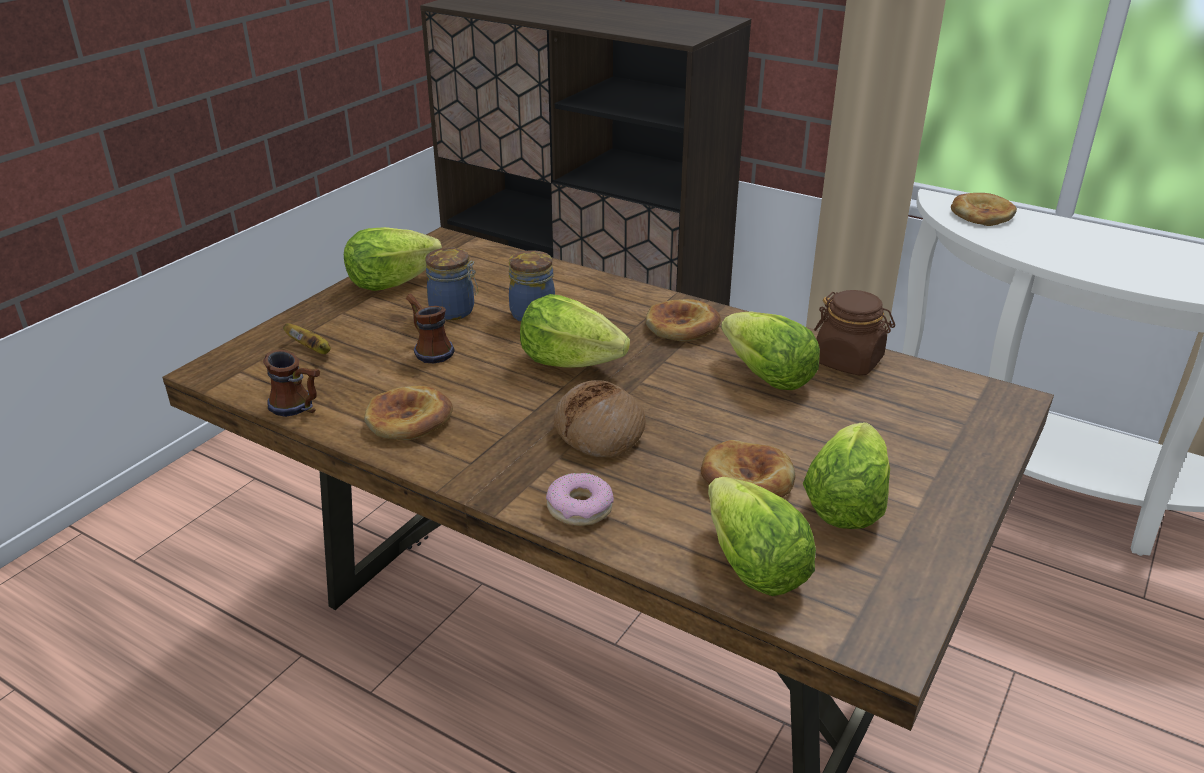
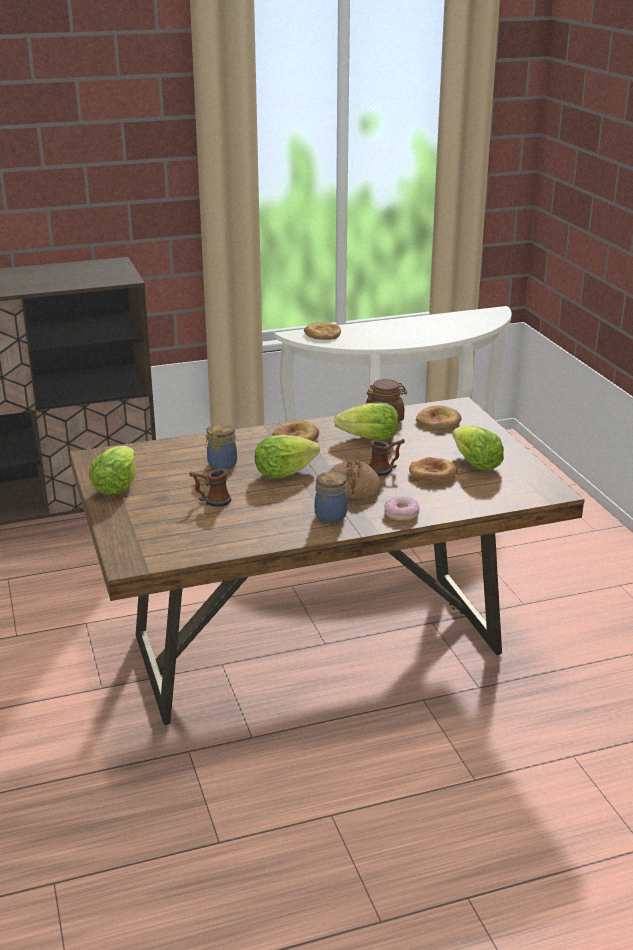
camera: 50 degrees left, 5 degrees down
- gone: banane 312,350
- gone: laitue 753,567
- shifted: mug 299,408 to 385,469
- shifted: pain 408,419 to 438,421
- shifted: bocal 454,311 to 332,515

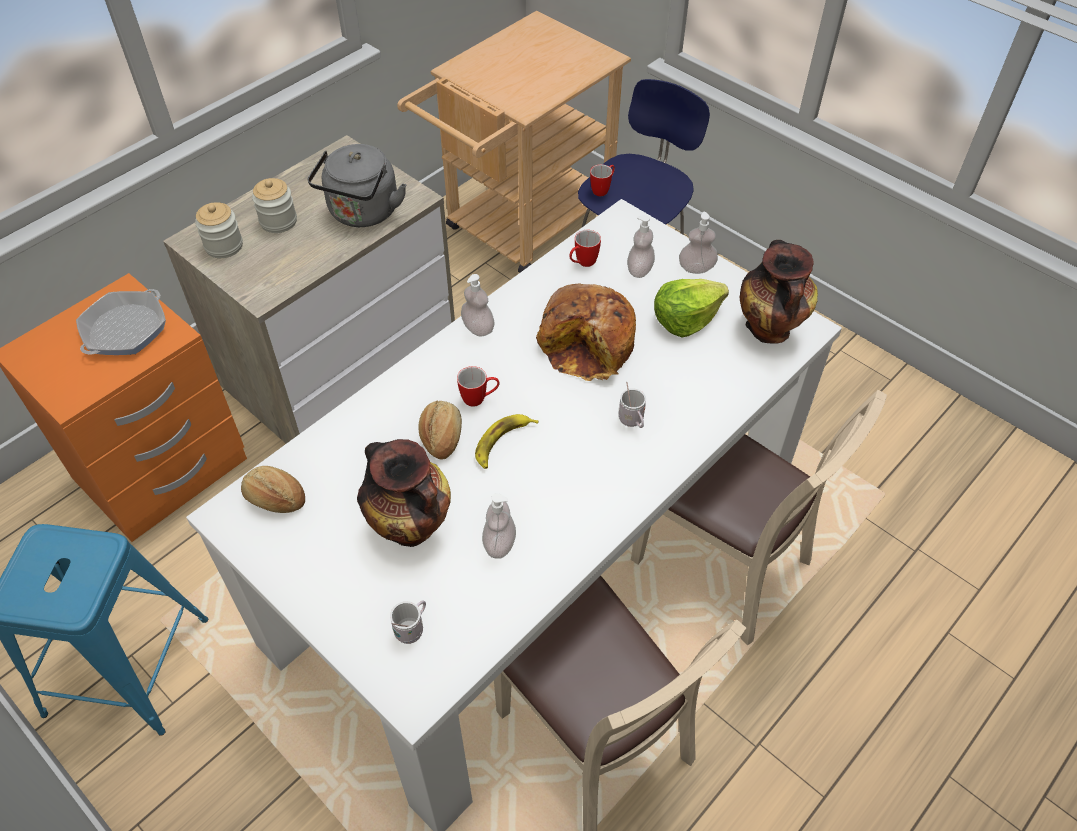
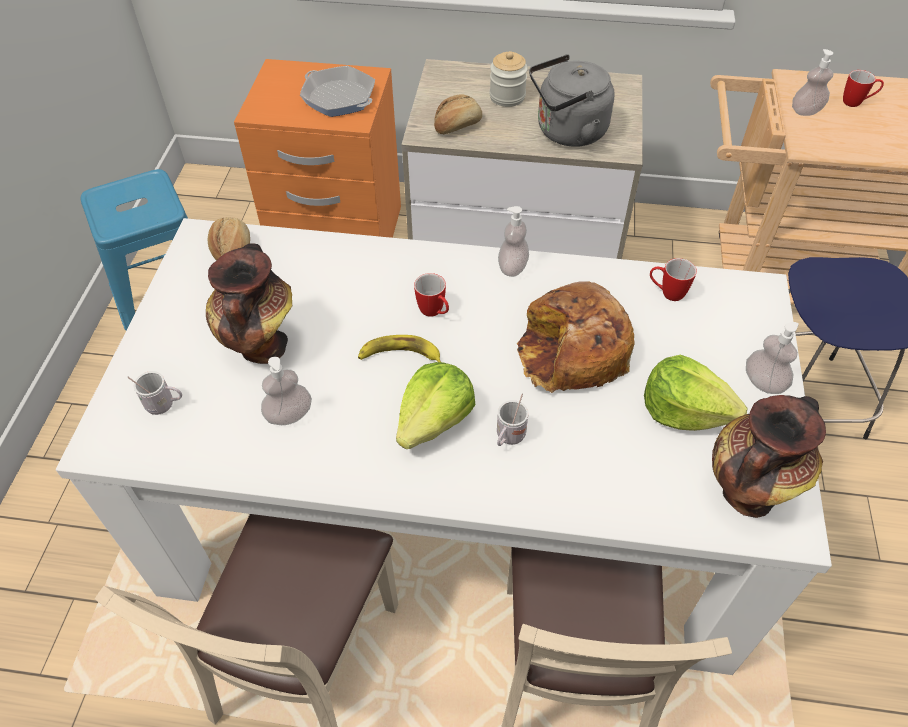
camera: 55 degrees right, 0 degrees up
- gone: bocal 224,246
- new: laitue 435,421
- shifted: pain 441,436 to 457,125
- shifted: mug 603,189 to 856,103
- shifted: distributeur de savon 639,270 to 806,111
- rotated: poêle 125,329 = 339,97 135 degrees counterclockwise

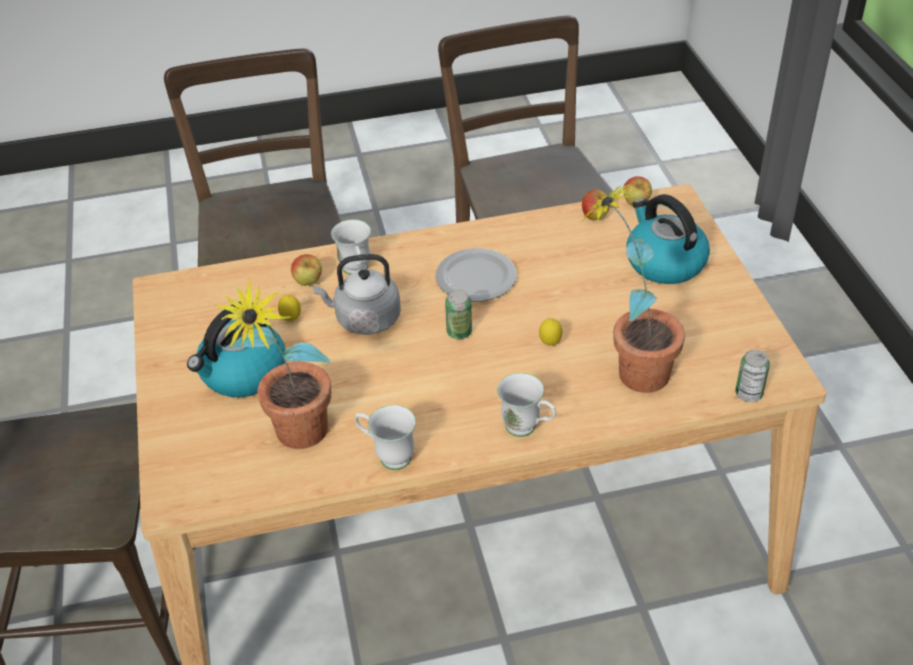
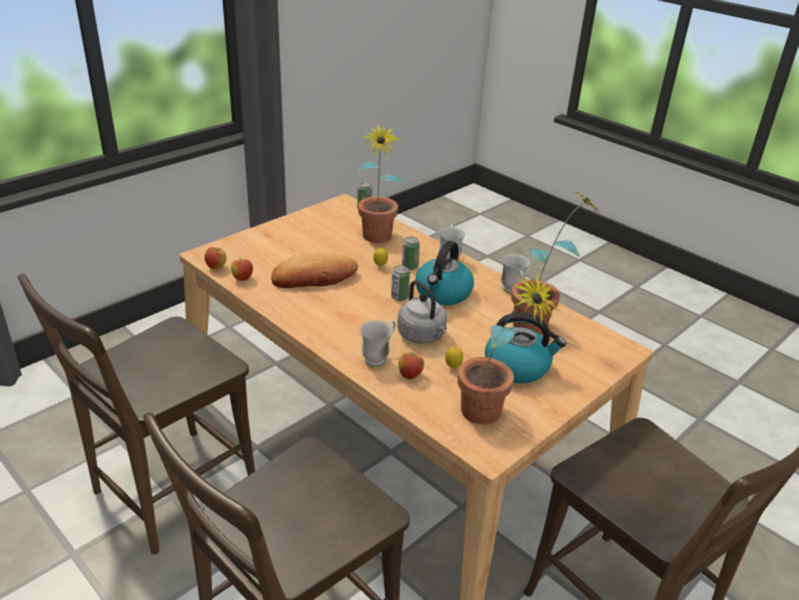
camera: 125 degrees left, 10 degrees down
- gone: assiette 477,277
- new: pain 314,277
- new: boîte métallique 409,267
- new: plante en pot 490,418
- shifted: bouilloire 664,262 to 443,293

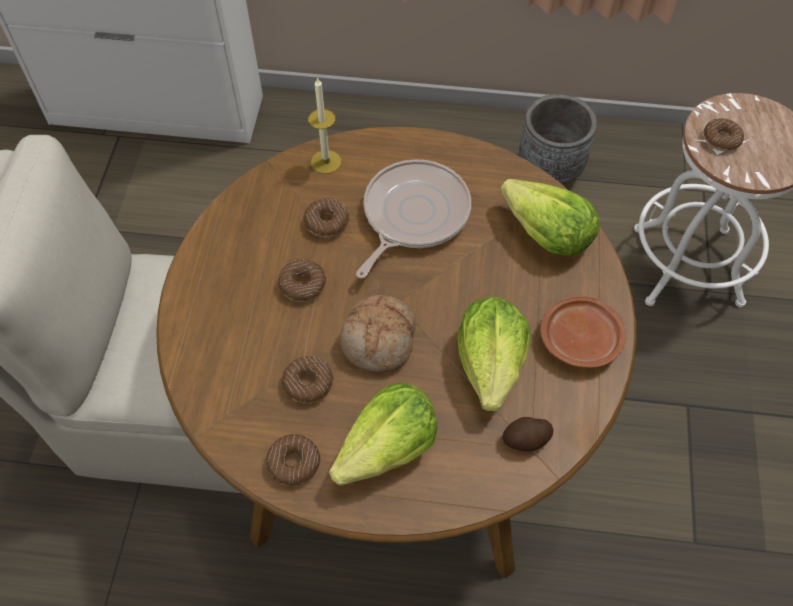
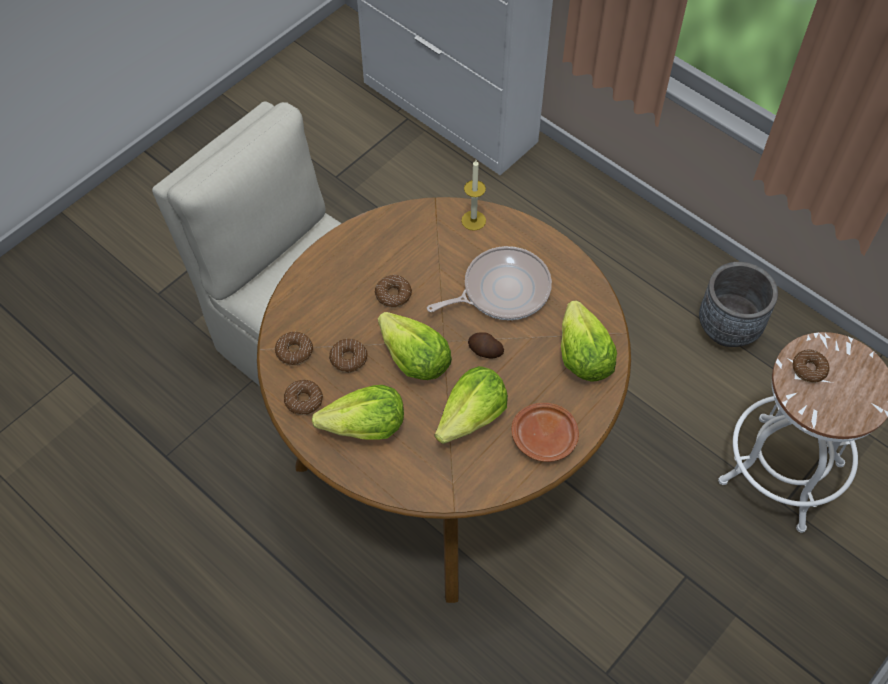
camera: 35 degrees right, 0 degrees up
- shifted: beignet 326,222 to 294,352
- shifted: pomme de terre 527,440 to 485,351
- swapped: pain 380,340 to laitue 413,359

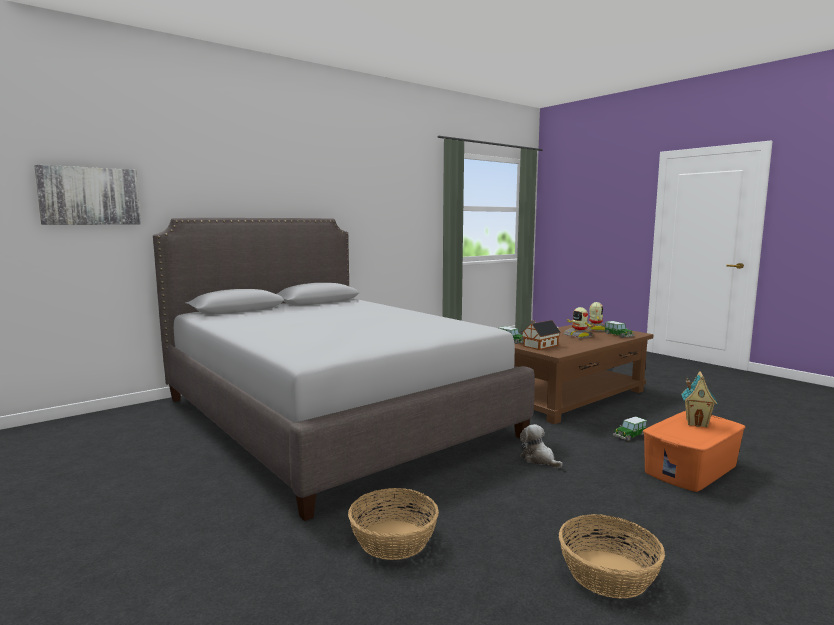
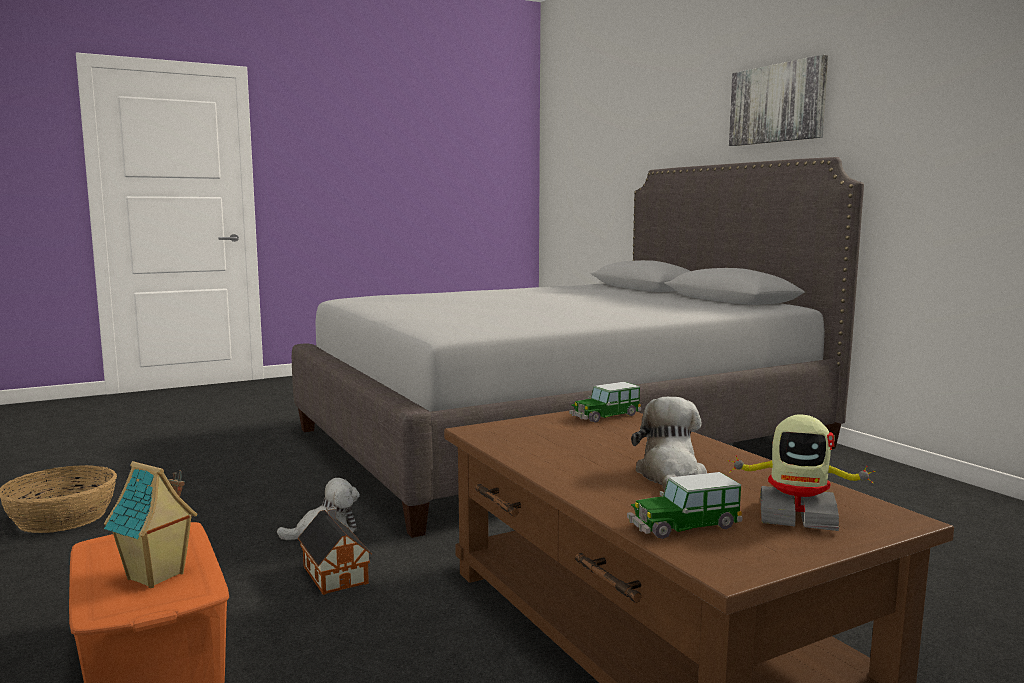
camera: 100 degrees right, 0 degrees up
- gone: panier 393,540
- gone: petite voiture 629,435
- shifted: tableau 90,196 to 777,103
- shifted: maison miniature 539,346 to 335,573
- swapped: robot jouet 578,336 to peluche 669,475

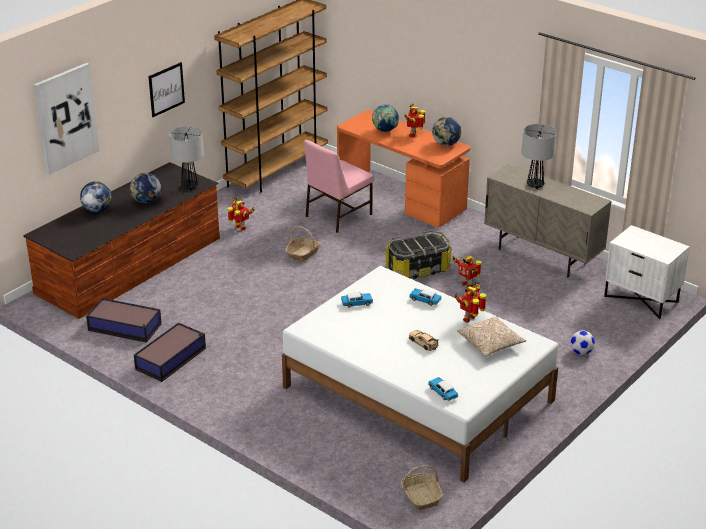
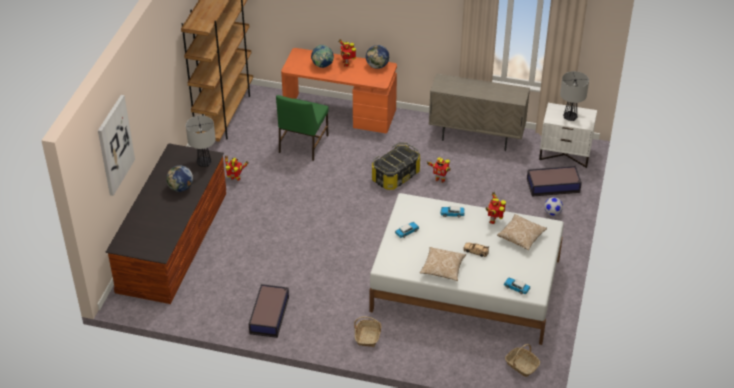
camera: 25 degrees left, 10 degrees up
- gone: globe 97,210
- gone: tableau 166,89
- new: coussin 442,269
- shifted: boîte de rangement 125,327 to 553,186
- shifted: panier 303,253 to 368,336
- shifted: lampe de table 535,185 to 570,117
- repainted: chaise [rose] 337,215 to chaise [vert] 302,144

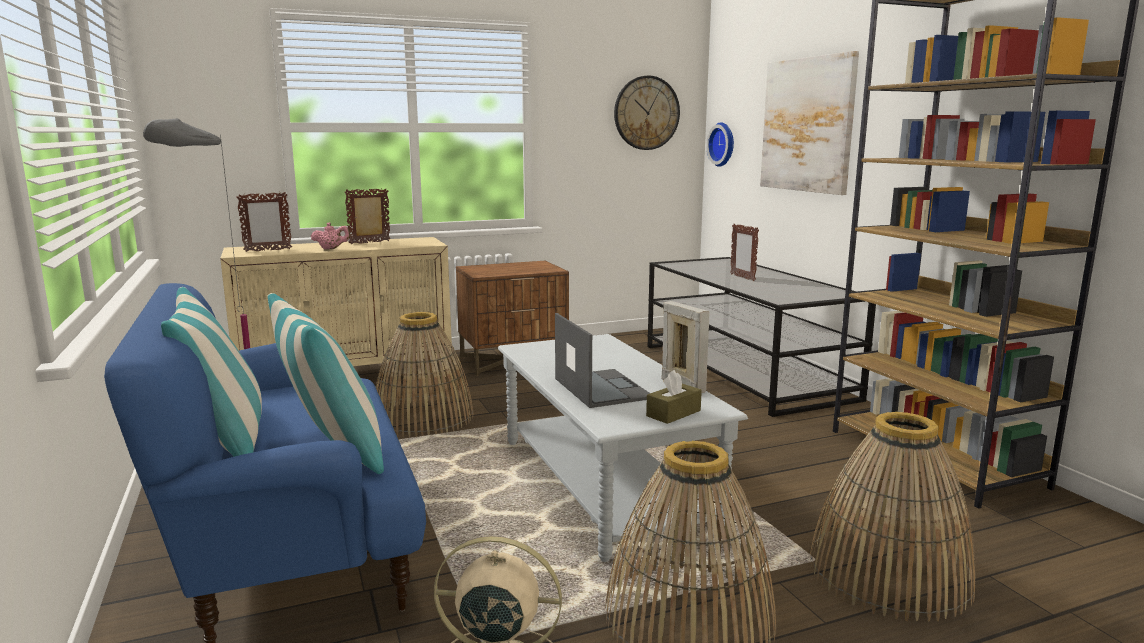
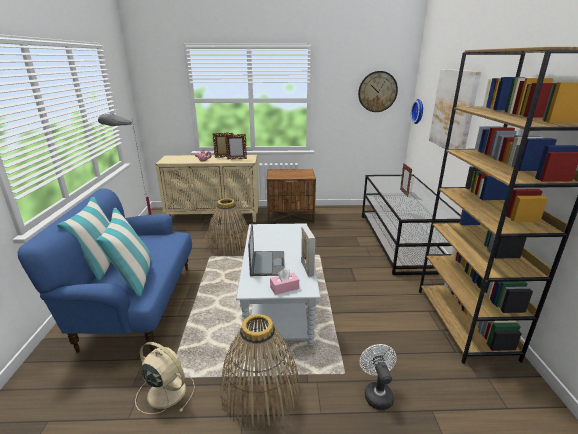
camera: 20 degrees right, 10 degrees up
- shifted: cadre photo 267,250 to 236,159
- swapped: panier 889,573 to ventilateur [blanc] 376,393
- repainted: boîte à mouchoirs [marron] 673,413 to boîte à mouchoirs [rose] 284,288

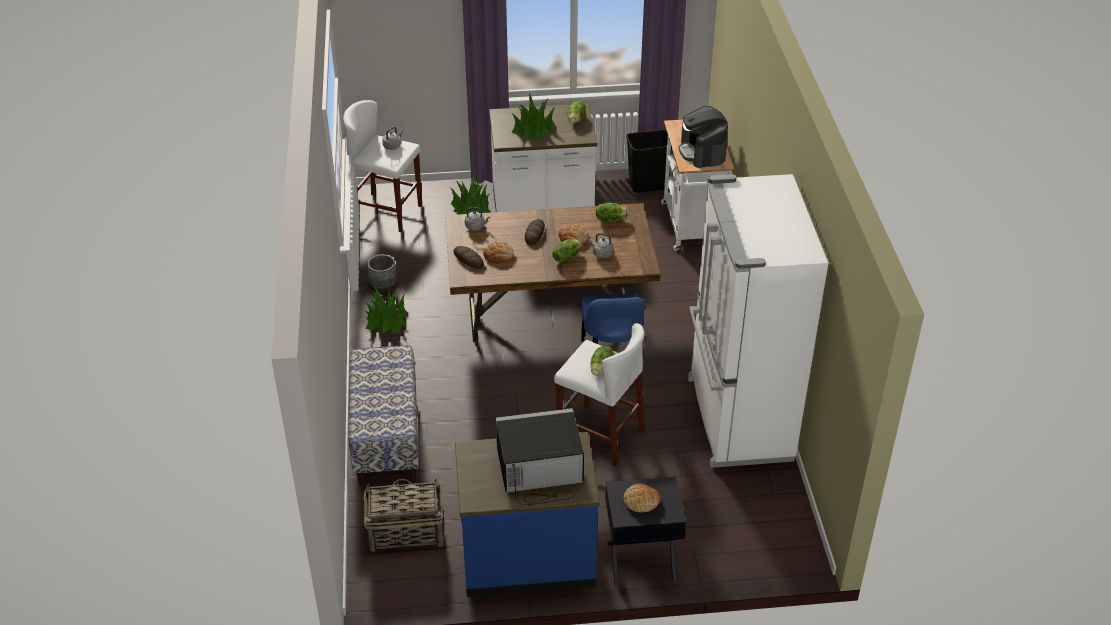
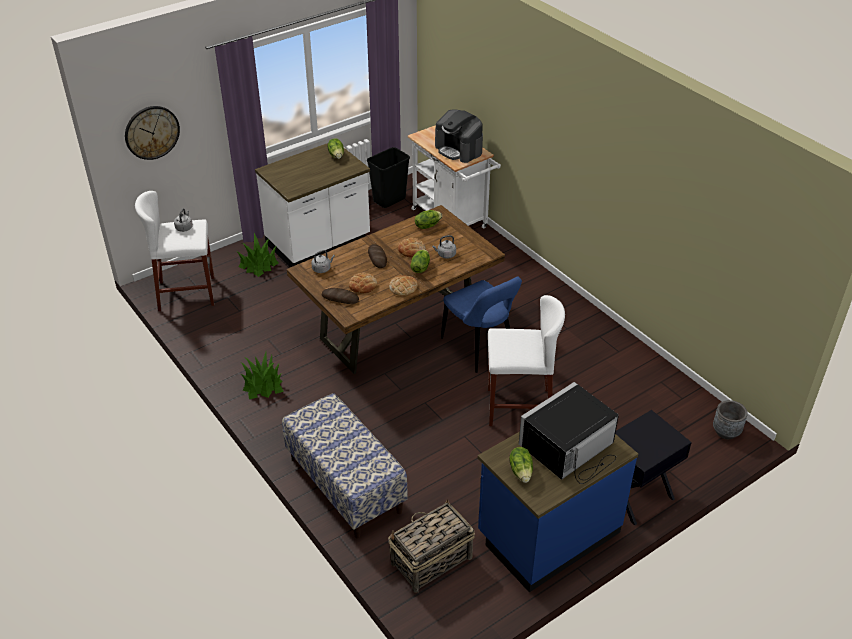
camera: 30 degrees left, 0 degrees up
- gone: plante en pot 533,129
- gone: réfrigérateur [blanc] 737,419
- new: horloge murale 152,132
- shifted: cache-pot [gris] 383,285 to 726,432
- shifted: laitue 601,368 to 521,471
- shifted: pain 641,500 to 403,288

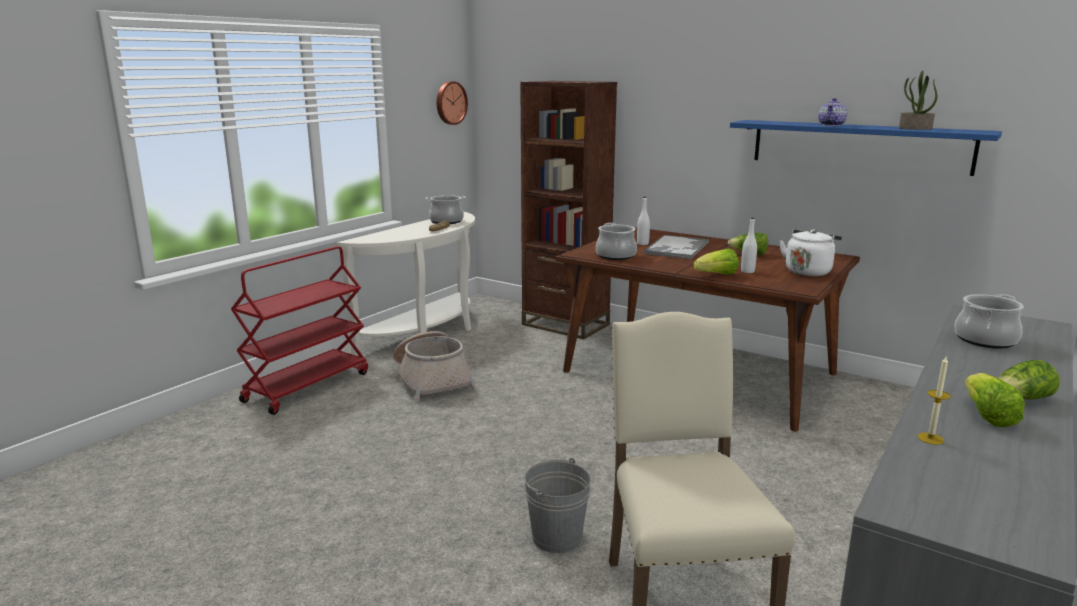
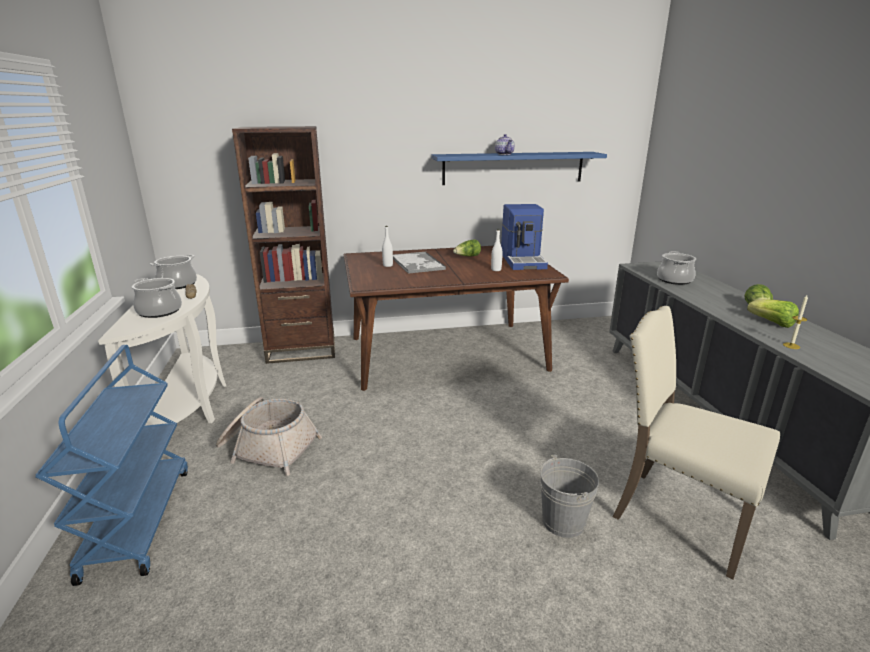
camera: 45 degrees left, 5 degrees up
- gone: horloge murale 450,103
- gone: laitue 717,275
- gone: plante en pot 915,128
- shifted: marmite 616,256 to 160,311
- swapped: bouilloire [blanc] 808,271 to machine à café 523,261
- repainted: chariot [rouge] 307,386 to chariot [bleu] 138,520

